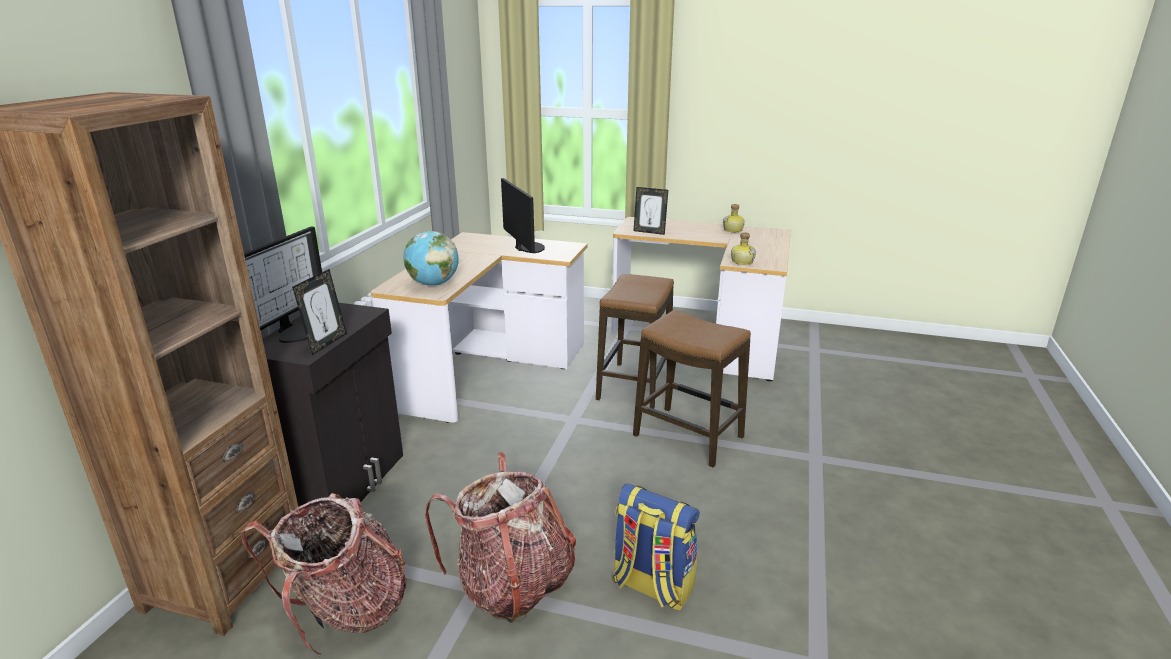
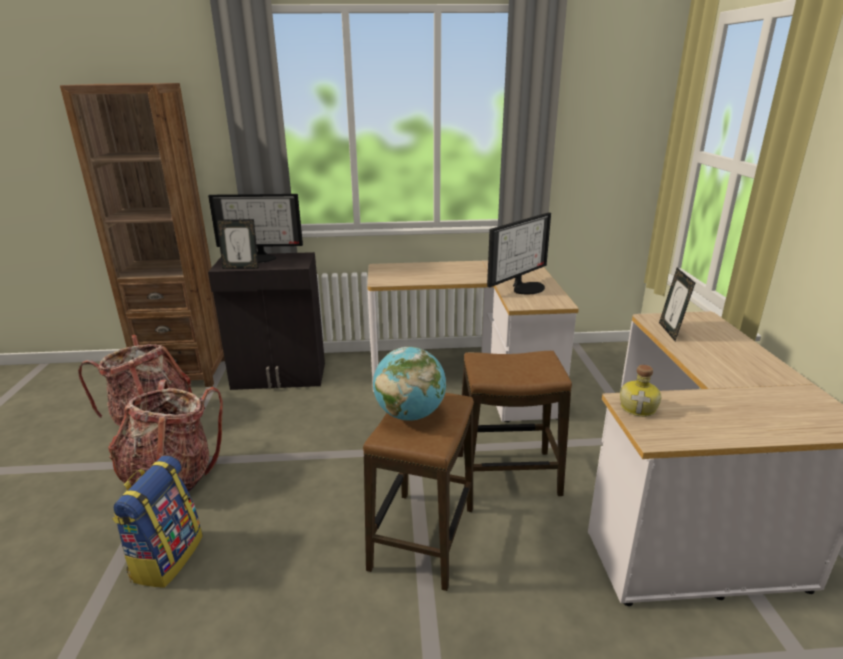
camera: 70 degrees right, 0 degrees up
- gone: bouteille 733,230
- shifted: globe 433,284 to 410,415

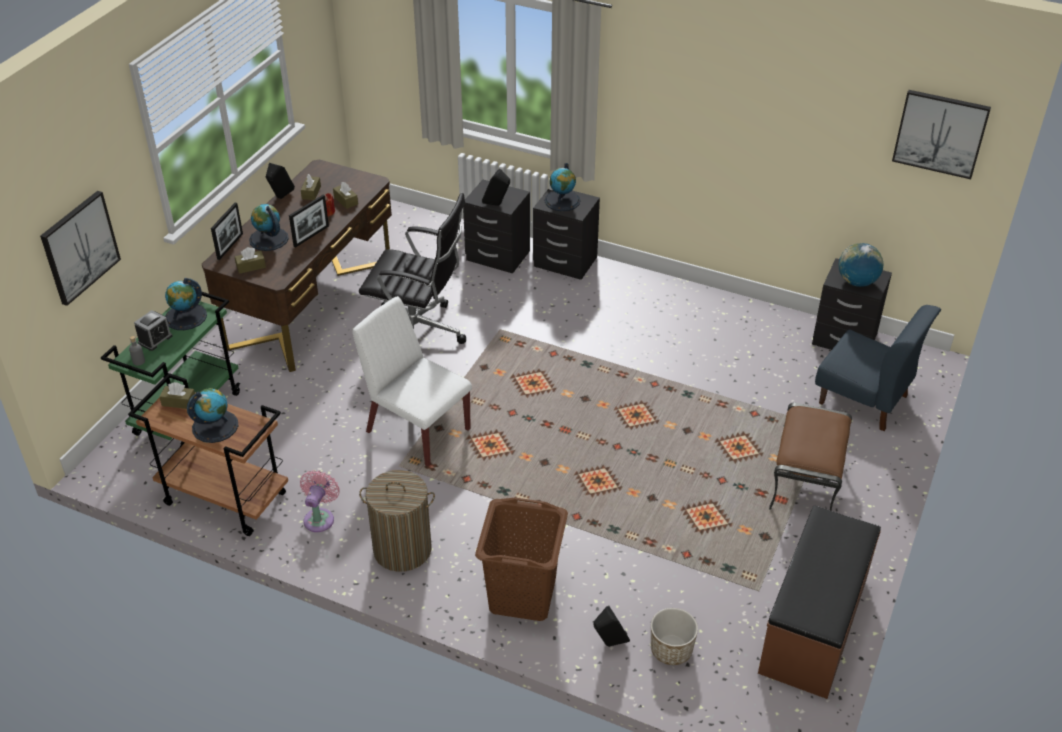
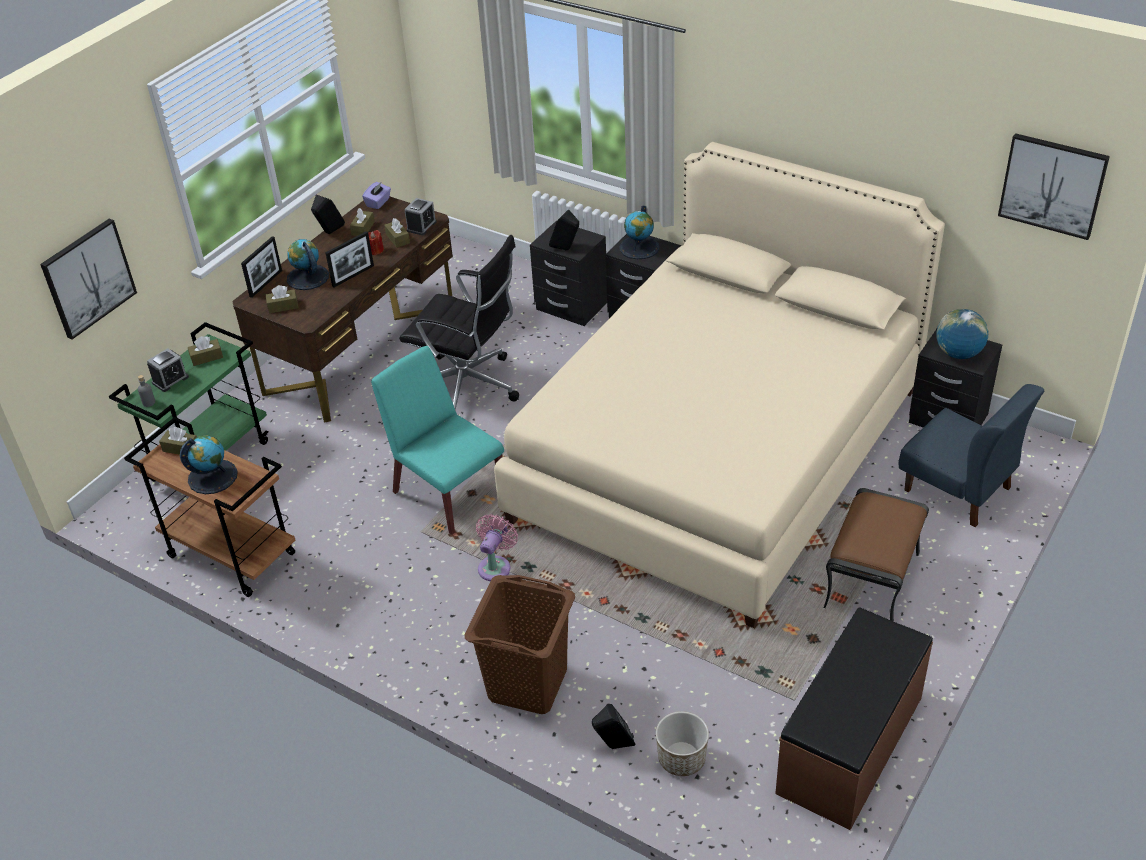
camera: 10 degrees right, 0 degrees up
- gone: panier à linge 402,549
- new: boîte à mouchoirs [violet] 378,202
- new: réveil 421,226
- new: lit [beige] 718,454
- shifted: ventilateur [rose] 320,517 to 496,566
- swapped: globe 186,317 to boîte à mouchoirs [marron] 206,357
- repainted: chaise [blanc] 417,430 to chaise [turquoise] 447,493

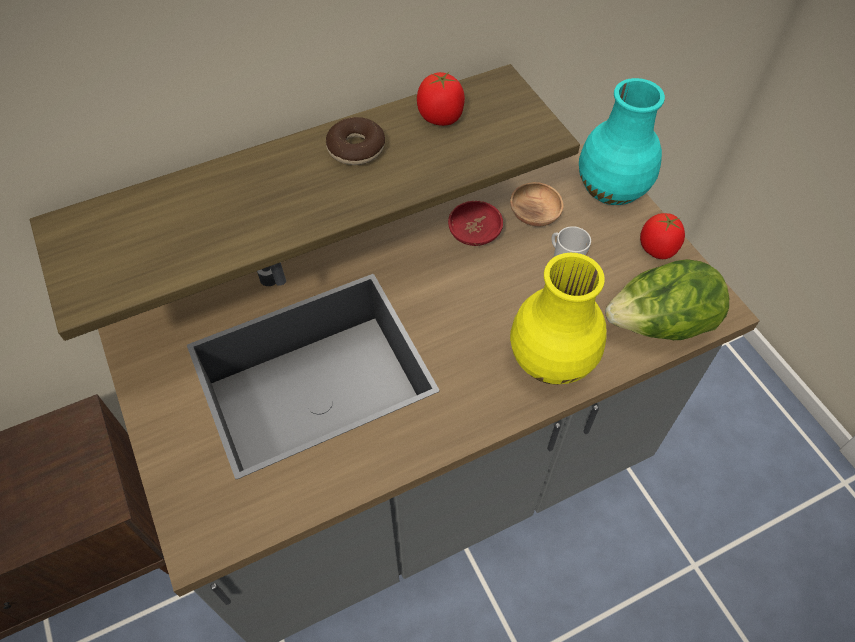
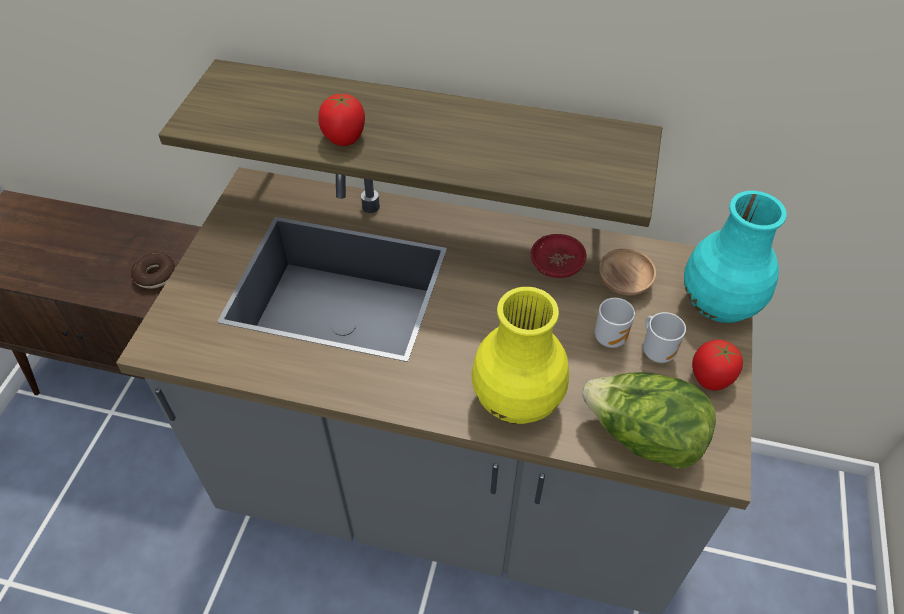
camera: 40 degrees right, 5 degrees down
- new: mug 657,351
- shifted: beignet 356,149 to 155,275
- shifted: tomate 441,118 to 344,138

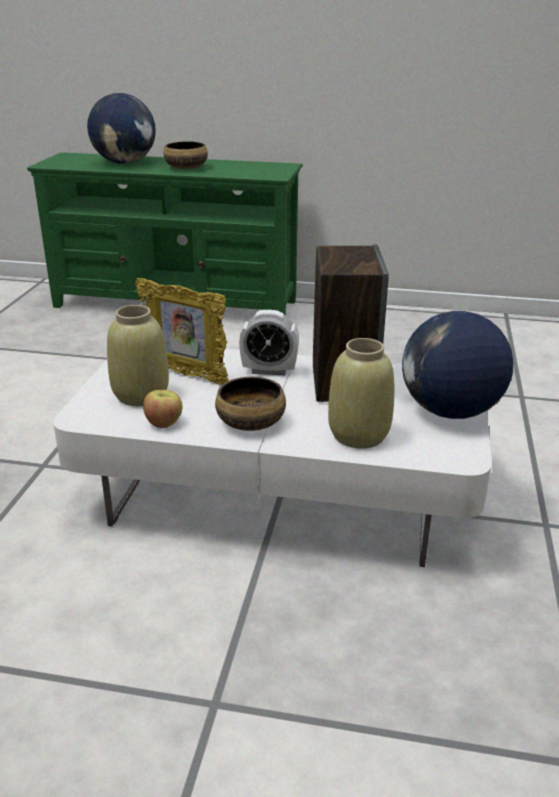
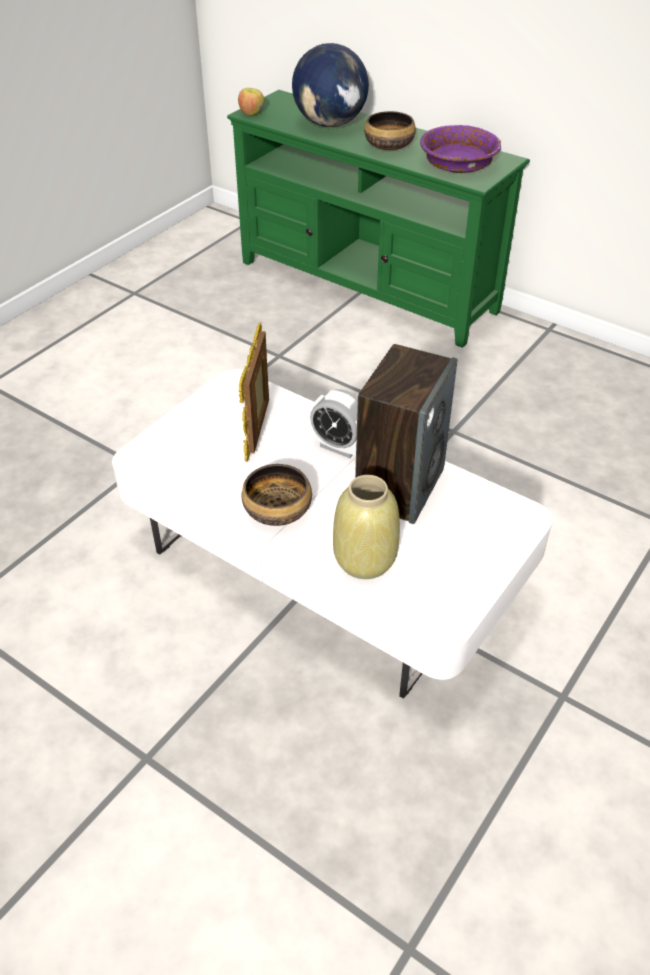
camera: 25 degrees right, 15 degrees up
- gone: vase [beige] 141,395
- gone: globe 450,412
- new: bol [violet] 458,163
- shifted: pomme 164,423 to 251,113
- rotated: cadre photo 186,375 = 258,430 45 degrees clockwise

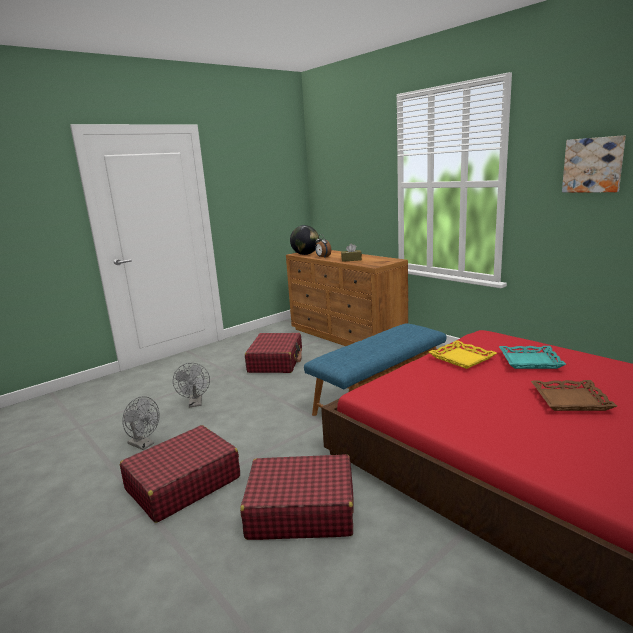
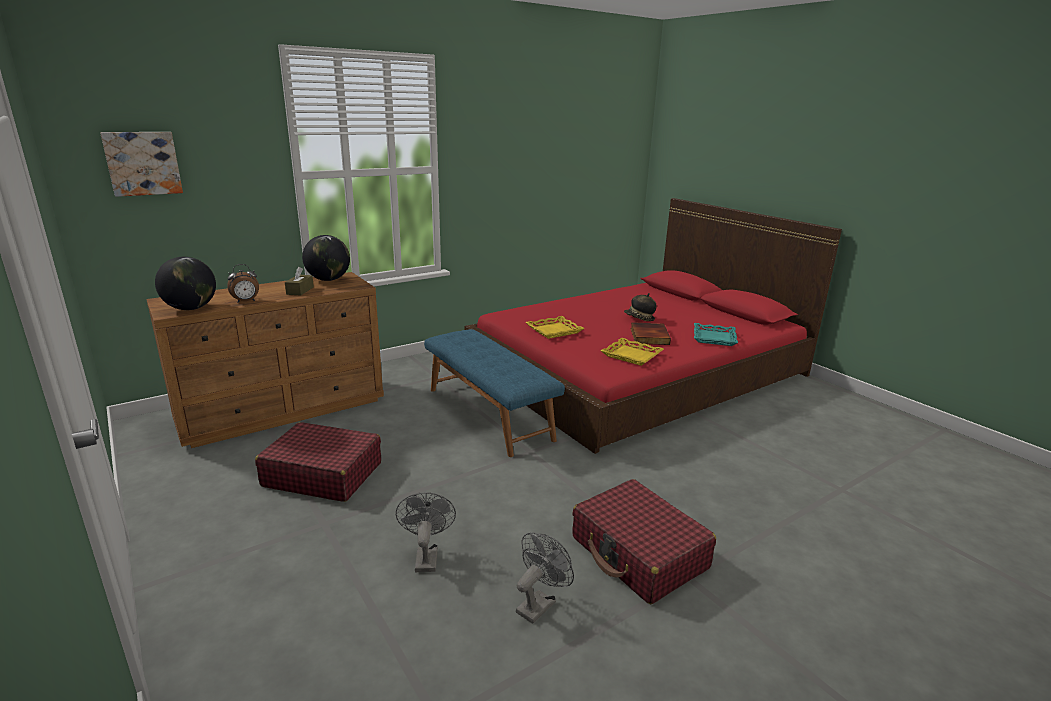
camera: 85 degrees left, 5 degrees up
- gone: valise [rouge] 300,510
- new: globe 328,279
- new: plateau [jaune] 631,355
- new: livre 648,336
- shifted: plateau [turquoise] 530,361 to 714,338
- shifted: tableau 593,165 to 142,163
- swapped: plateau [marron] 570,400 to chapeau 639,318
- rotated: ventilateur [gris] 195,404 = 426,556 90 degrees counterclockwise

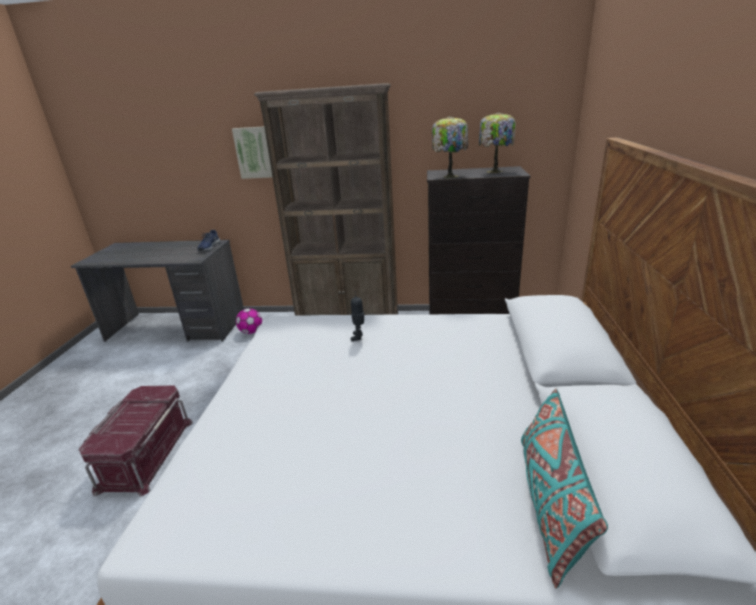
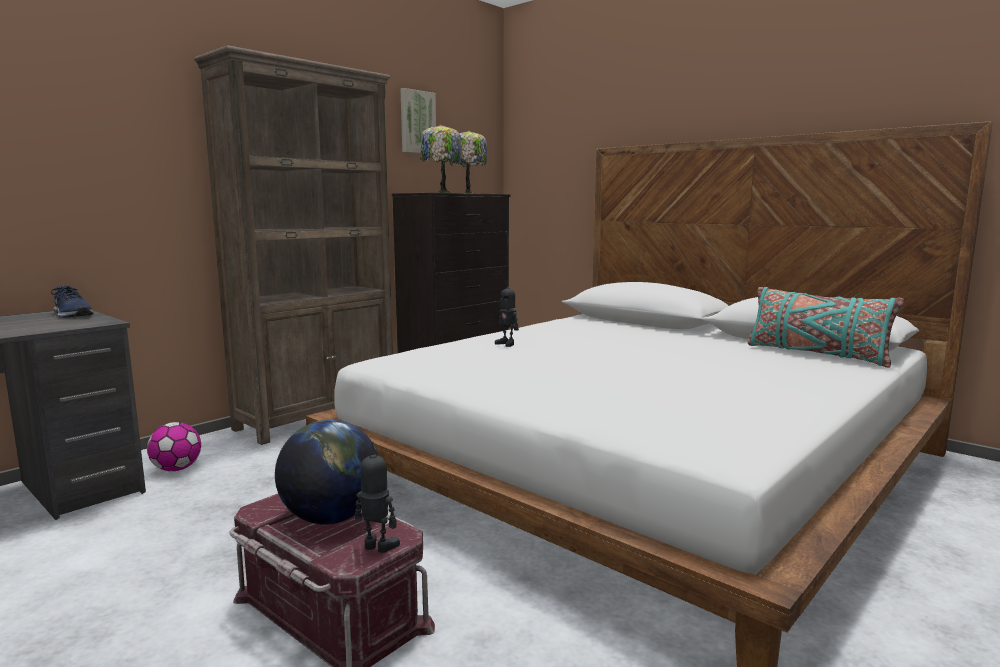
camera: 55 degrees left, 15 degrees down
- new: globe 331,519
- new: robot jouet 377,547
- shifted: tableau 253,152 to 417,122

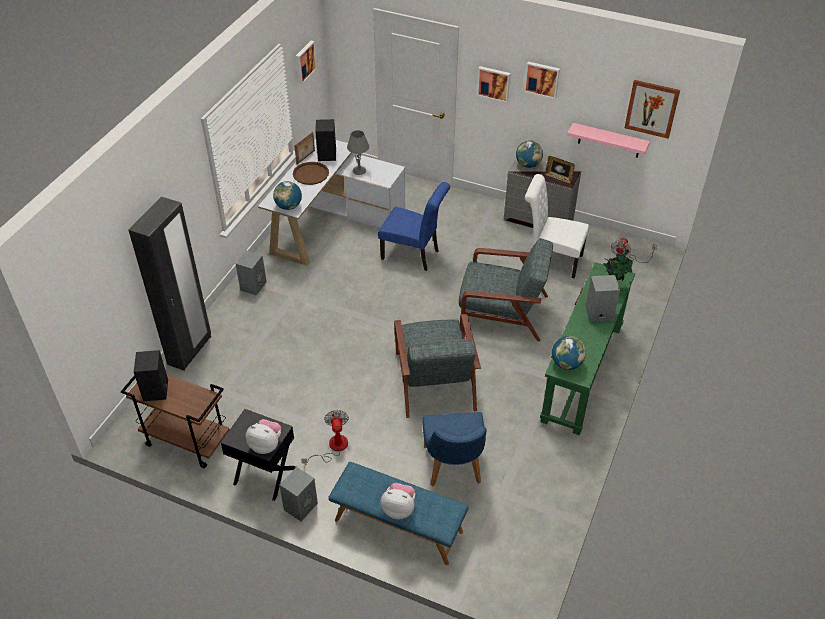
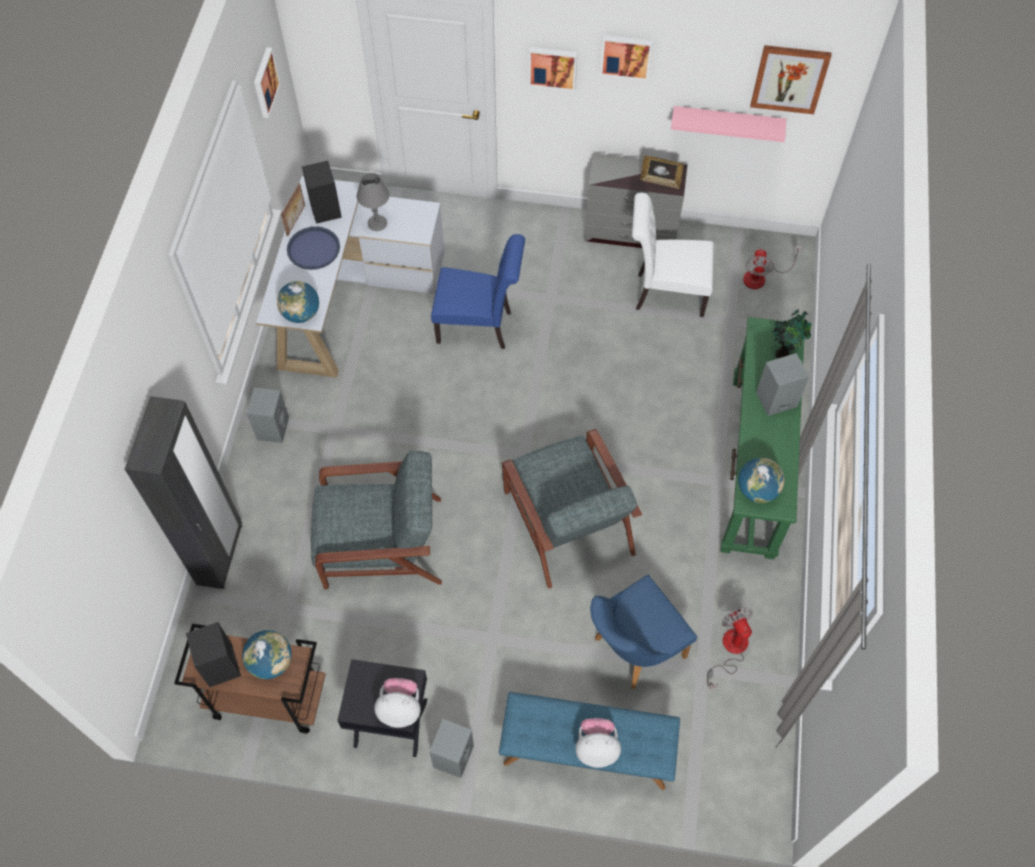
camera: 15 degrees left, 15 degrees up
- shifted: ventilateur 332,447 to 730,650
- shifted: fauteuil [gris] 502,311 to 380,542
- shifted: globe 528,165 to 271,662
- repainted: plateau [marron] 311,174 to plateau [bleu] 313,249
- rotated: chaise [bleu] 453,469 = 631,650 75 degrees clockwise

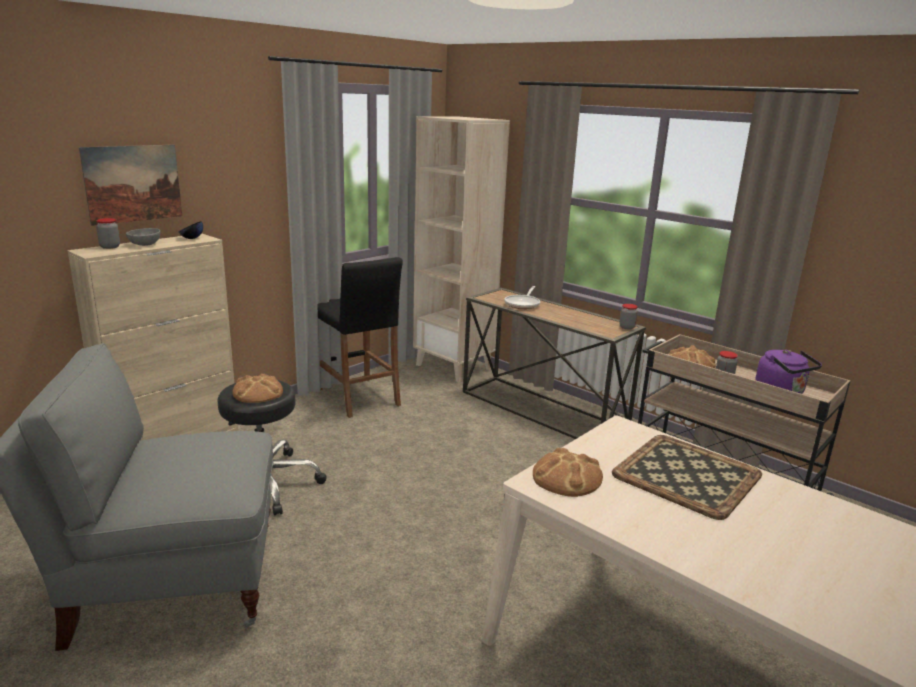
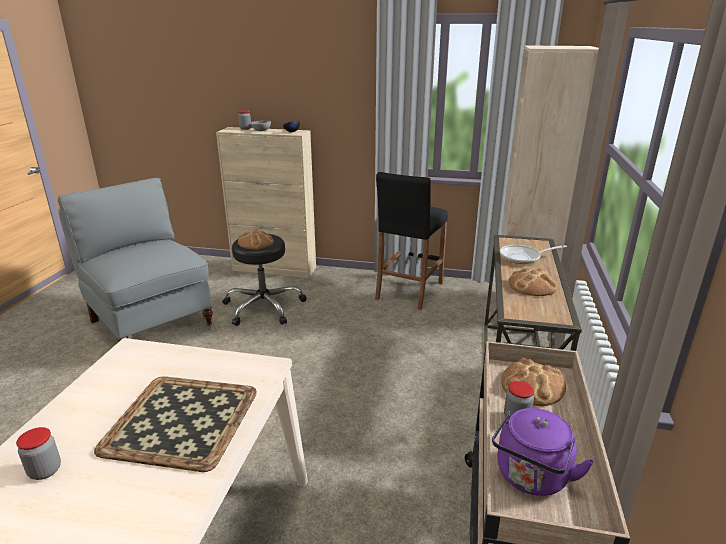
camera: 60 degrees right, 5 degrees up
- gone: tableau 133,183
- shifted: pain 566,477 to 532,286
- shifted: bocal 627,327 to 45,471

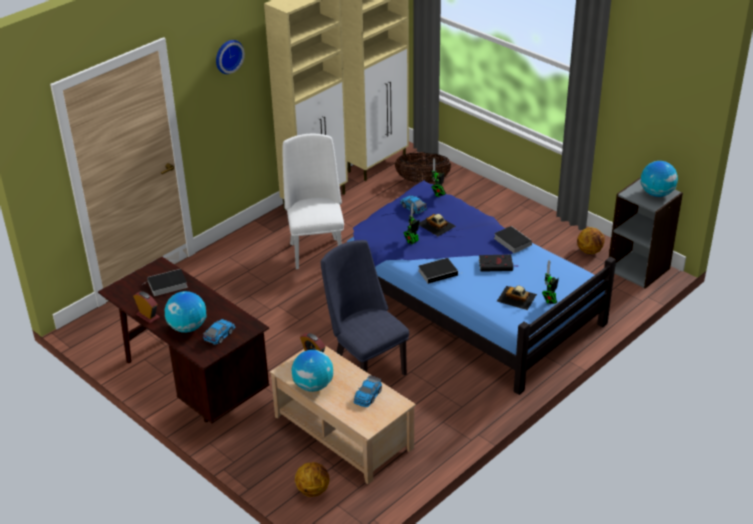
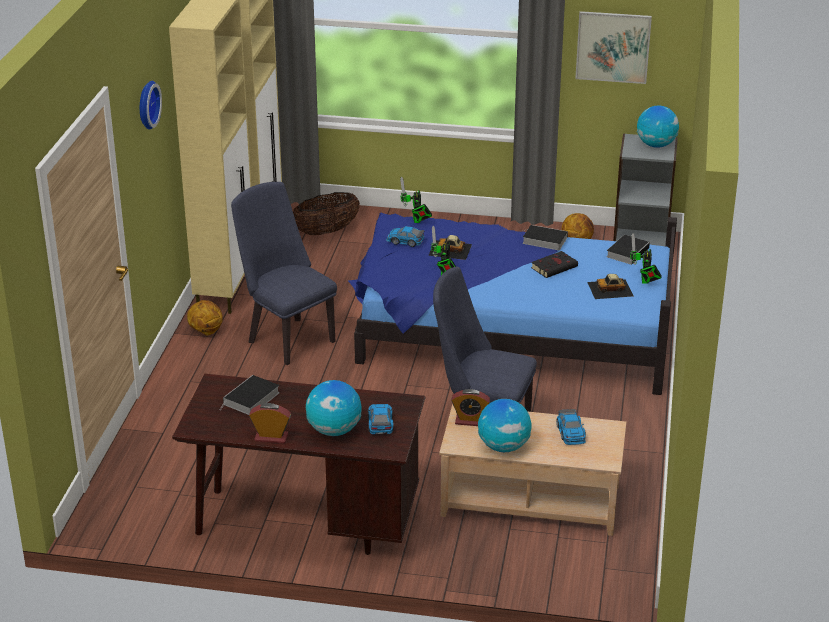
camera: 35 degrees left, 5 degrees down
- new: tableau 613,47
- shifted: ballon de basket 313,490 to 206,331
- shifted: livre 438,272 to 628,252
- repainted: chaise [blanc] 316,250 to chaise [bleu] 287,338

